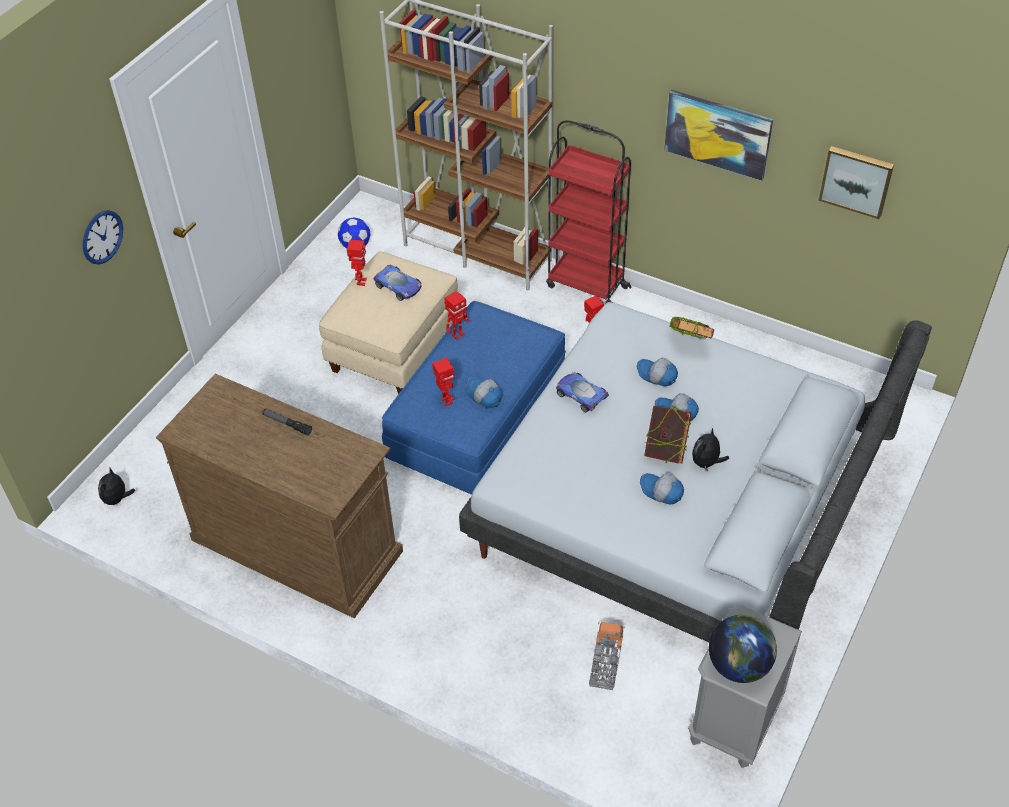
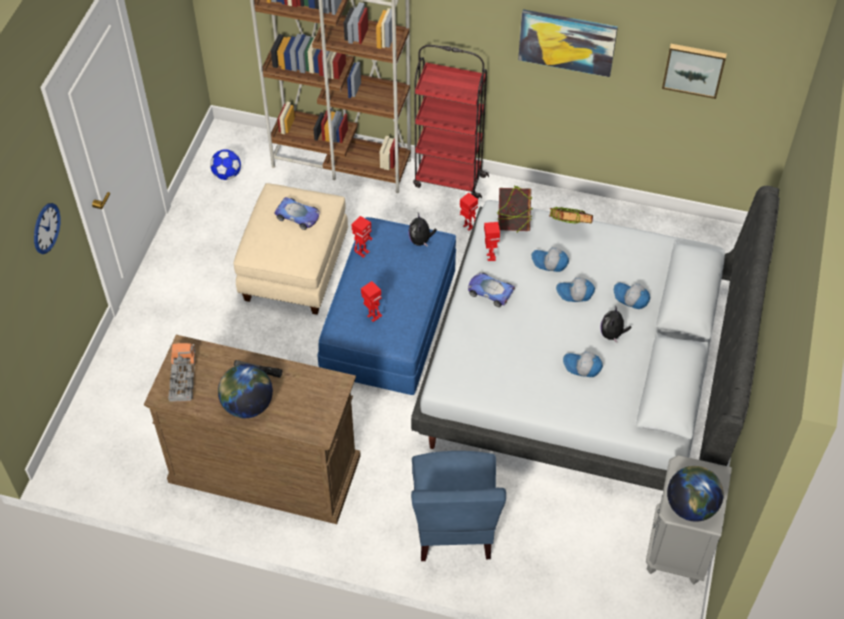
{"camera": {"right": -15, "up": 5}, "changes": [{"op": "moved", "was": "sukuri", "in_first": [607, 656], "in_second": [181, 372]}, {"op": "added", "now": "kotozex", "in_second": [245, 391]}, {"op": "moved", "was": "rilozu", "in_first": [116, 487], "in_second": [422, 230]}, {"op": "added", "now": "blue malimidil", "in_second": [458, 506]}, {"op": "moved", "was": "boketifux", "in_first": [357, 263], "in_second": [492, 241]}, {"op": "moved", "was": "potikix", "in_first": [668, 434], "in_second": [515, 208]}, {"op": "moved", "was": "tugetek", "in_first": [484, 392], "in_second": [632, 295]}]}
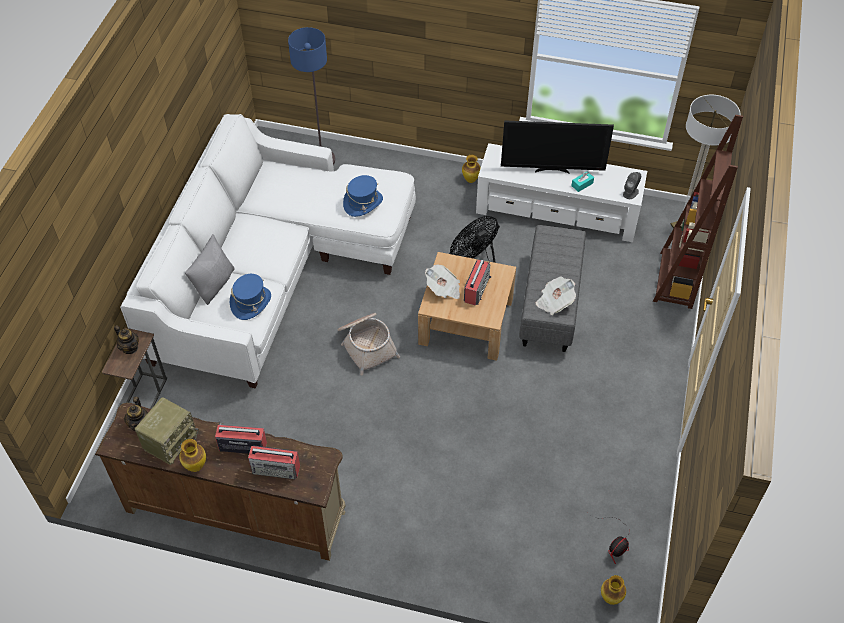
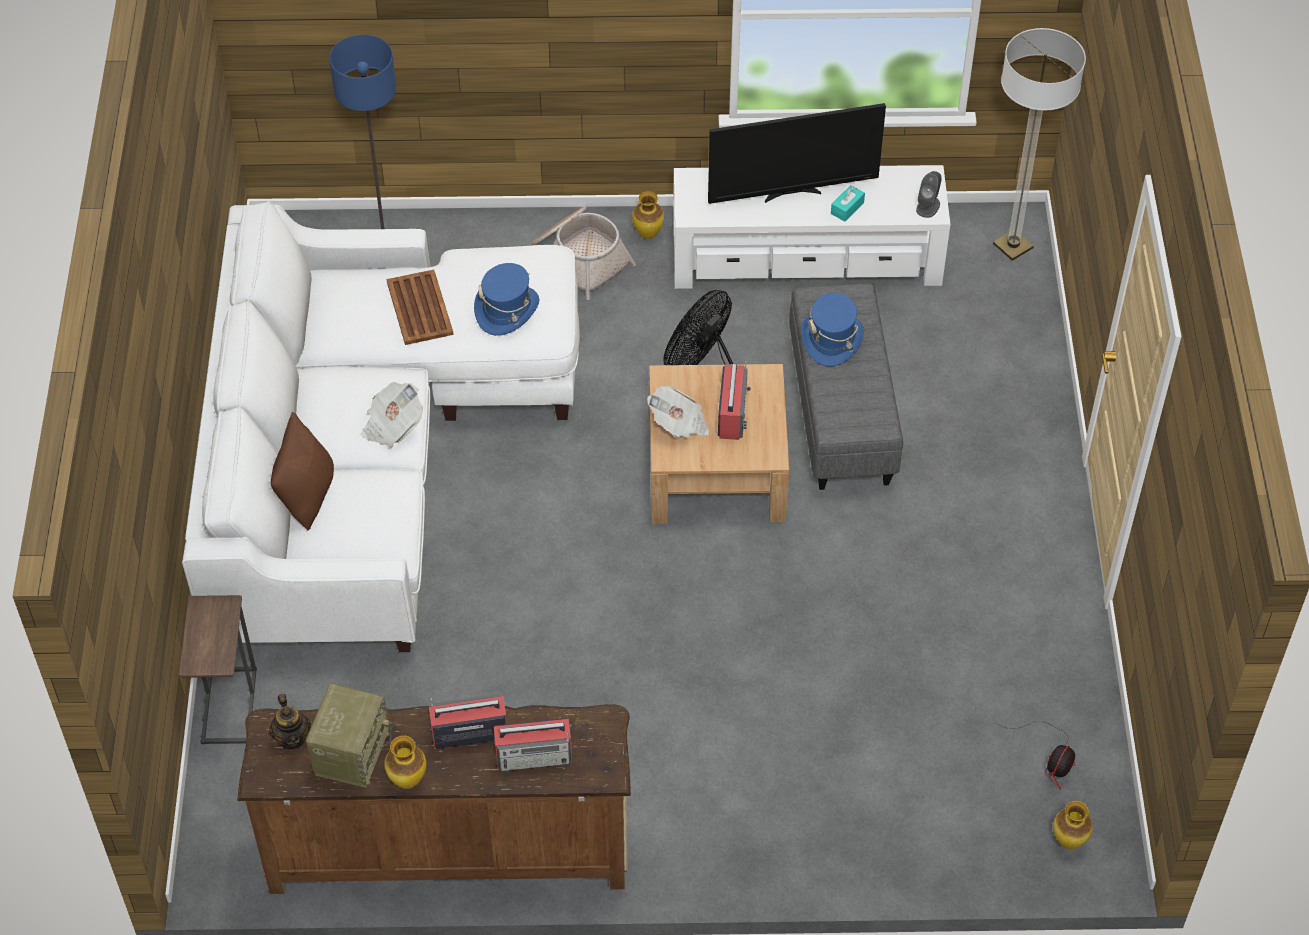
{"camera": {"right": -15, "up": 0}, "changes": [{"op": "recoloured", "was": "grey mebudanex", "now": "brown mebudanex", "in_first": [210, 269], "in_second": [302, 471]}, {"op": "moved", "was": "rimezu", "in_first": [556, 295], "in_second": [392, 415]}, {"op": "added", "now": "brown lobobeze", "in_second": [420, 307]}, {"op": "moved", "was": "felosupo", "in_first": [369, 344], "in_second": [584, 253]}, {"op": "moved", "was": "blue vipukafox", "in_first": [250, 297], "in_second": [832, 330]}, {"op": "removed", "was": "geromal", "in_first": [126, 339]}, {"op": "removed", "was": "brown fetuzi", "in_first": [698, 212]}]}
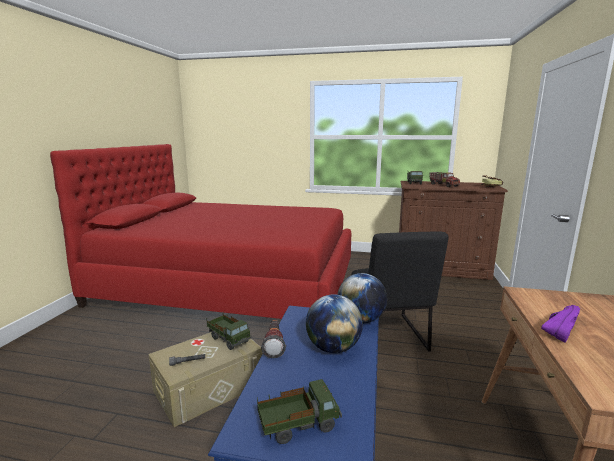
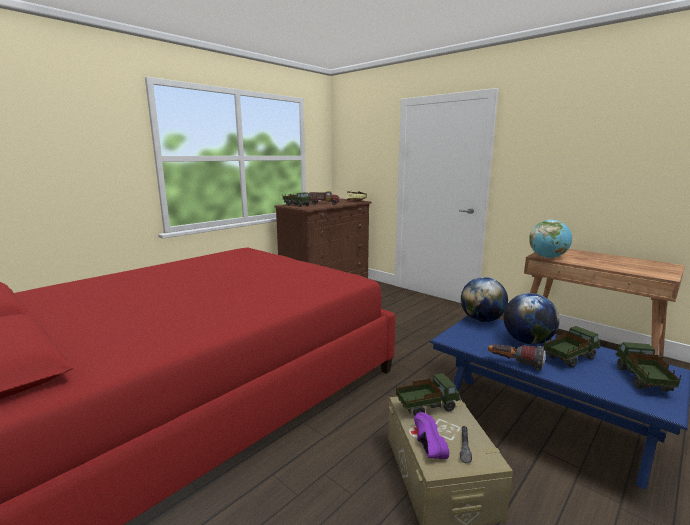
{"camera": {"right": -60, "up": 0}, "changes": [{"op": "moved", "was": "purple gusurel", "in_first": [560, 324], "in_second": [431, 435]}, {"op": "added", "now": "kotozex", "in_second": [550, 238]}, {"op": "added", "now": "sukuri", "in_second": [572, 347]}, {"op": "removed", "was": "black malimidil", "in_first": [399, 292]}]}
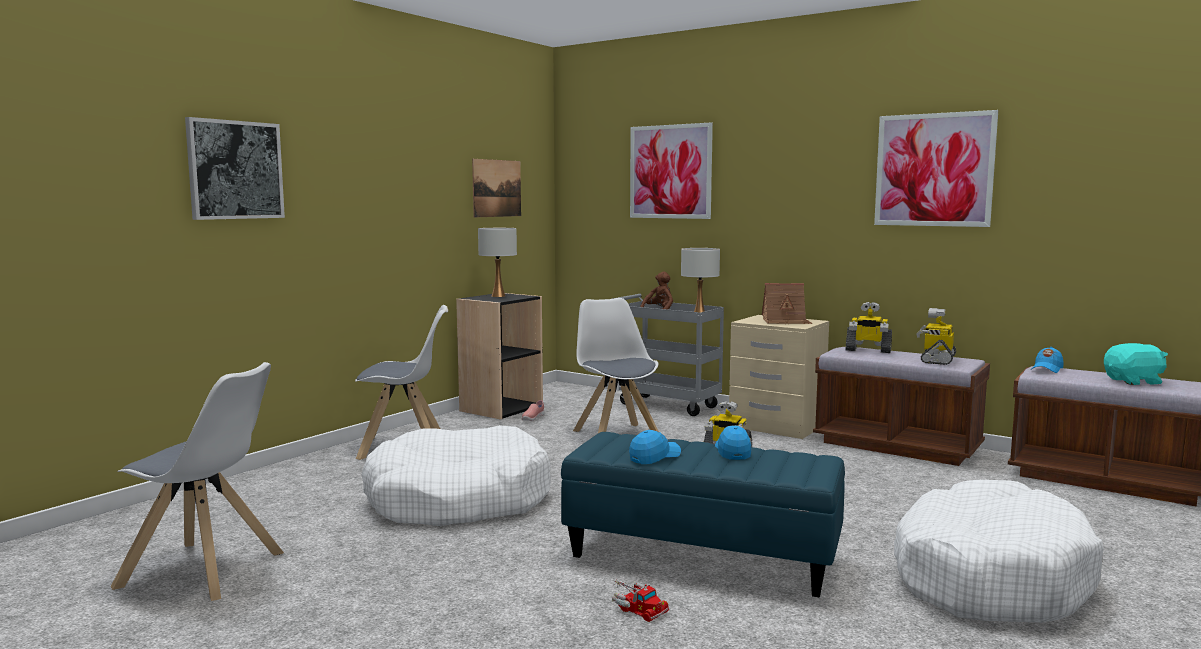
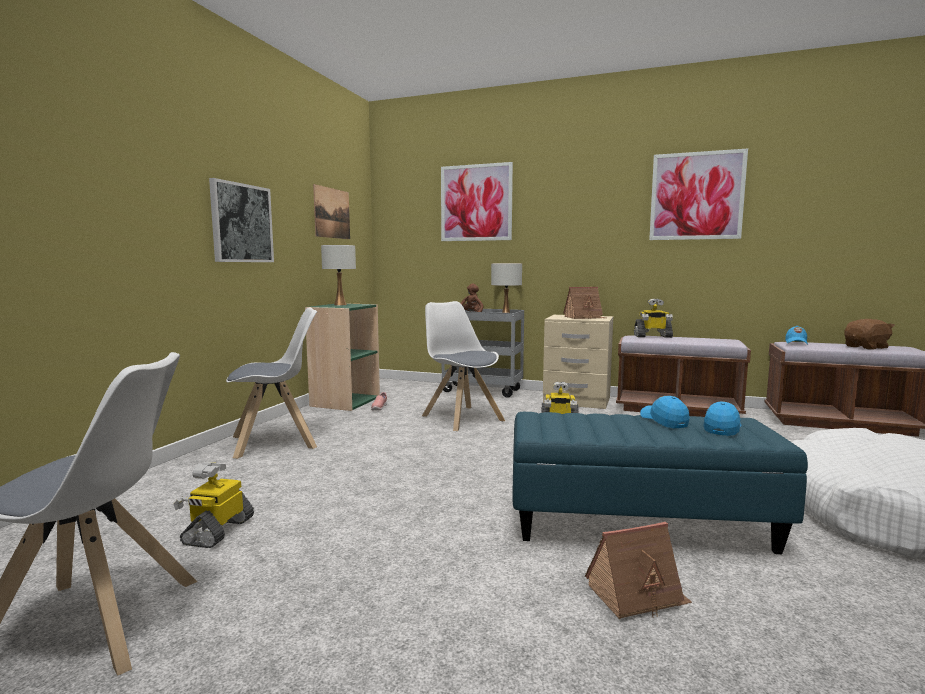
{"camera": {"right": -15, "up": 0}, "changes": [{"op": "moved", "was": "boketifux", "in_first": [936, 336], "in_second": [214, 505]}, {"op": "moved", "was": "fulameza", "in_first": [235, 168], "in_second": [241, 220]}, {"op": "recoloured", "was": "black fetuzi", "now": "green fetuzi", "in_first": [499, 356], "in_second": [342, 357]}, {"op": "replaced", "was": "sukuri", "now": "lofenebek", "in_first": [640, 600], "in_second": [638, 570]}, {"op": "moved", "was": "blue tugetek", "in_first": [655, 447], "in_second": [723, 418]}, {"op": "recoloured", "was": "turquoise rilozu", "now": "brown rilozu", "in_first": [1136, 364], "in_second": [869, 334]}, {"op": "removed", "was": "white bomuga", "in_first": [456, 475]}]}
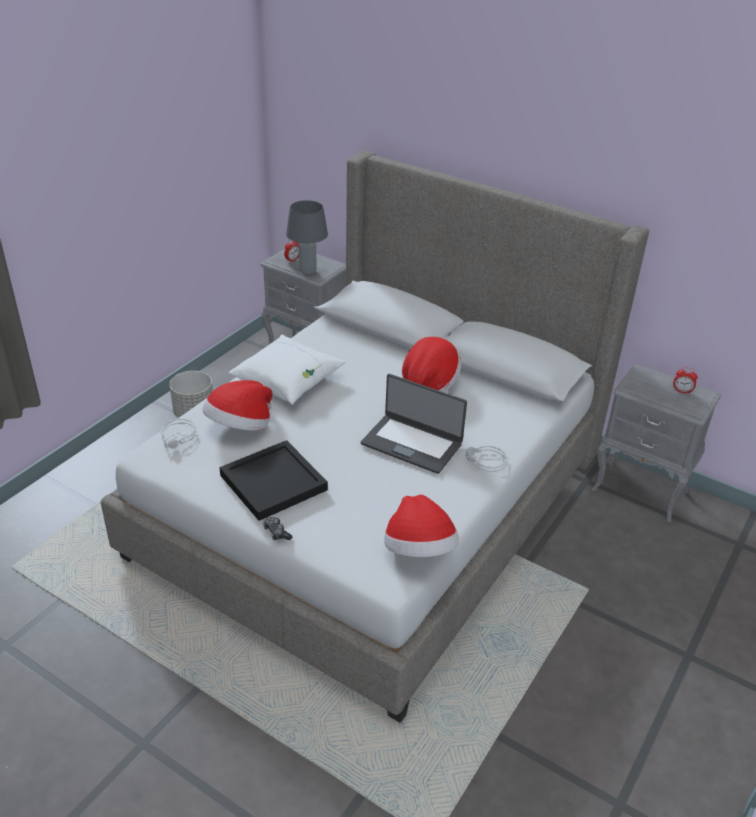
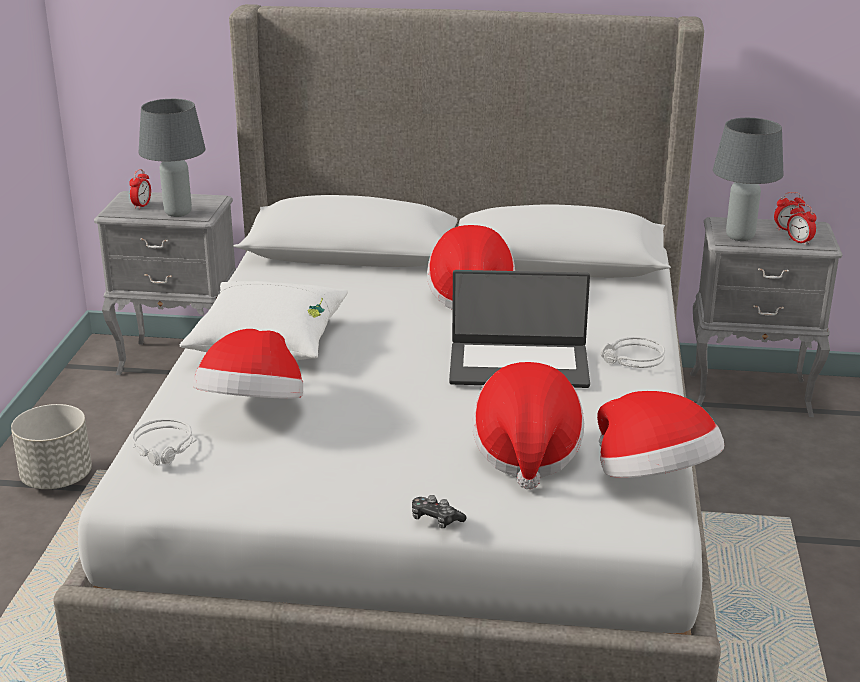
{"camera": {"right": -25, "up": -10}, "changes": [{"op": "added", "now": "vipukafox", "in_second": [528, 425]}, {"op": "added", "now": "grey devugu", "in_second": [748, 179]}, {"op": "added", "now": "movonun", "in_second": [802, 224]}, {"op": "removed", "was": "black lobobeze", "in_first": [273, 480]}]}
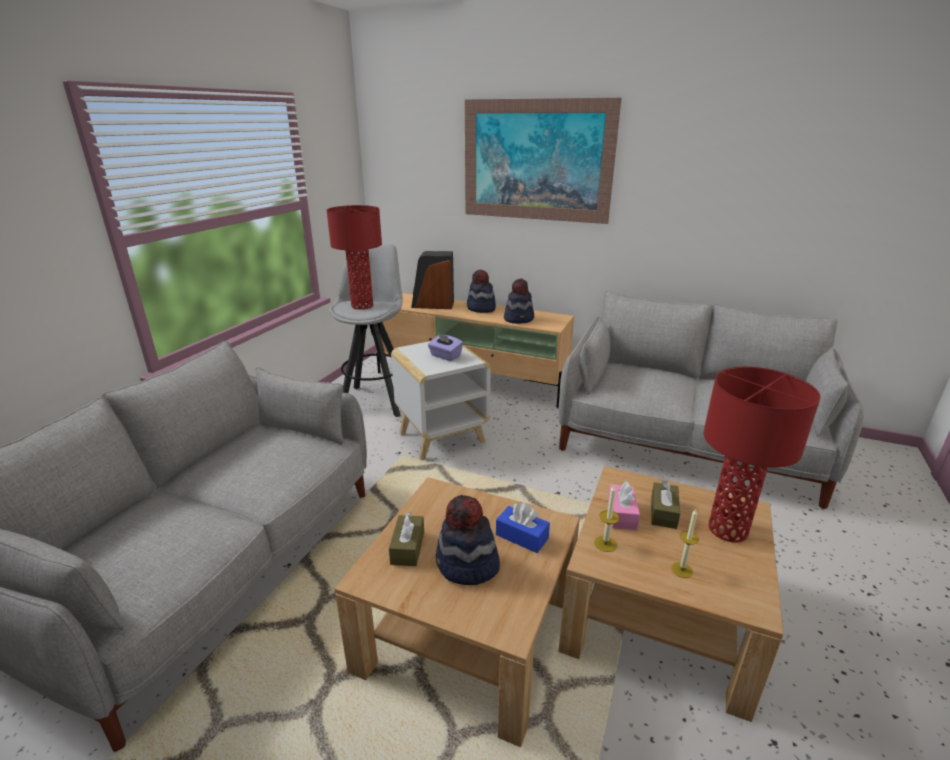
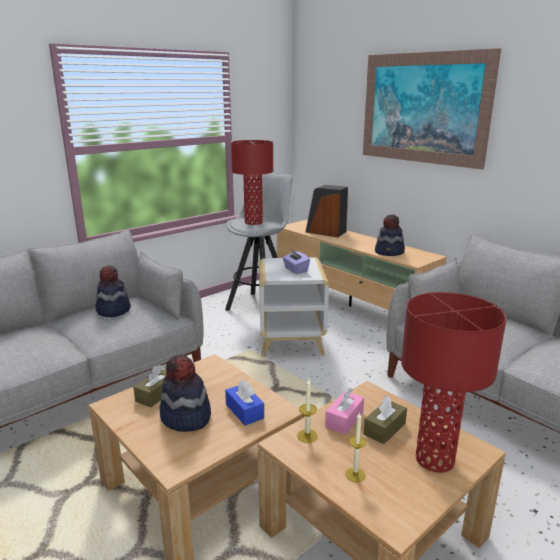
{"camera": {"right": 25, "up": -5}, "changes": [{"op": "moved", "was": "vipukafox", "in_first": [481, 291], "in_second": [113, 291]}]}
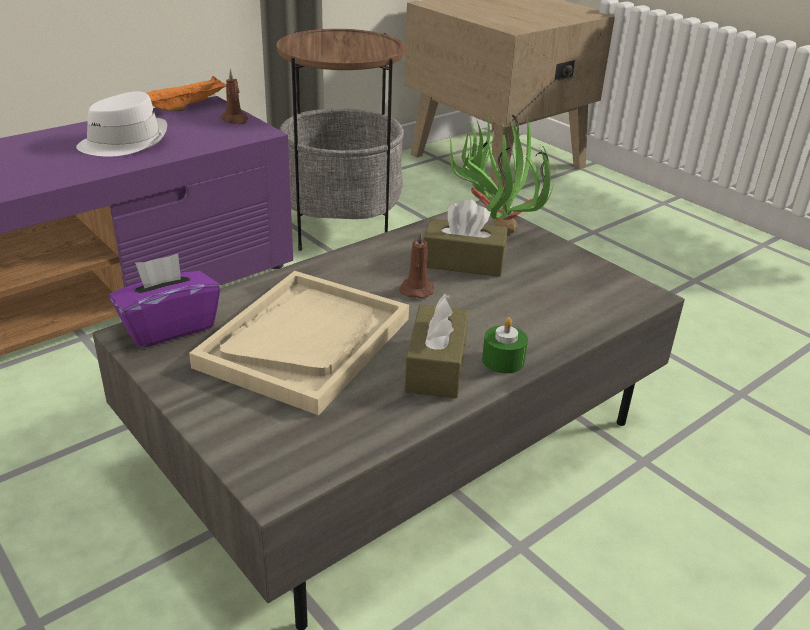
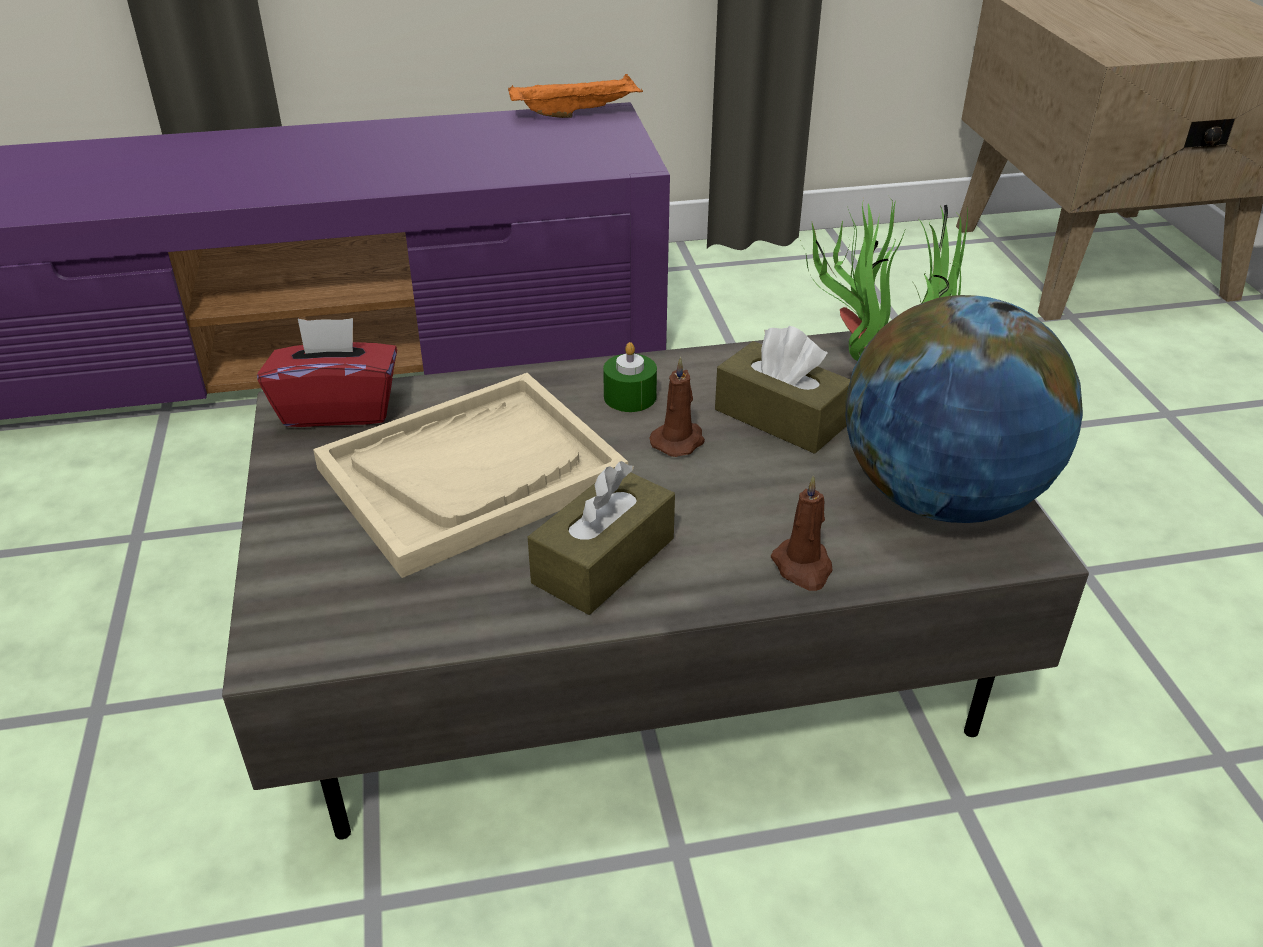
{"camera": {"right": 30, "up": 5}, "changes": [{"op": "recoloured", "was": "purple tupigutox", "now": "red tupigutox", "in_first": [165, 301], "in_second": [327, 372]}, {"op": "moved", "was": "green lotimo", "in_first": [505, 345], "in_second": [630, 377]}, {"op": "moved", "was": "brown lotimo", "in_first": [234, 96], "in_second": [802, 533]}, {"op": "added", "now": "kotozex", "in_second": [964, 409]}, {"op": "removed", "was": "white vipukafox", "in_first": [121, 124]}, {"op": "removed", "was": "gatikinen", "in_first": [341, 140]}]}
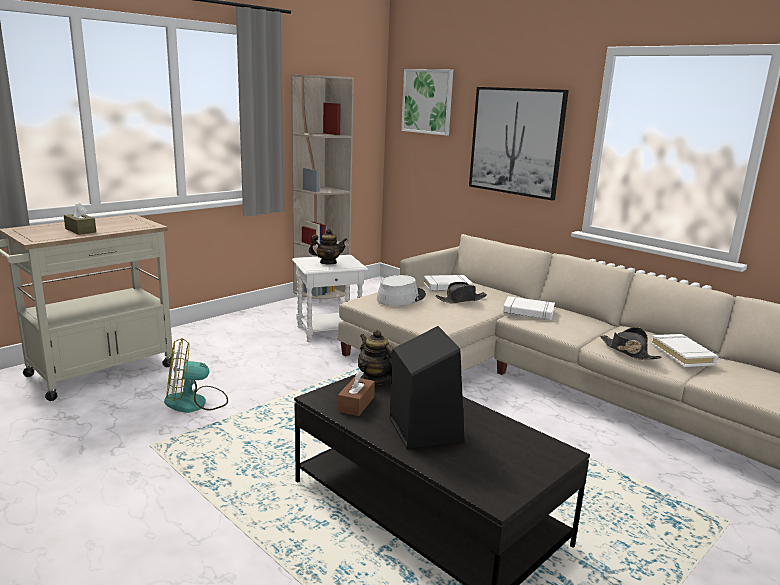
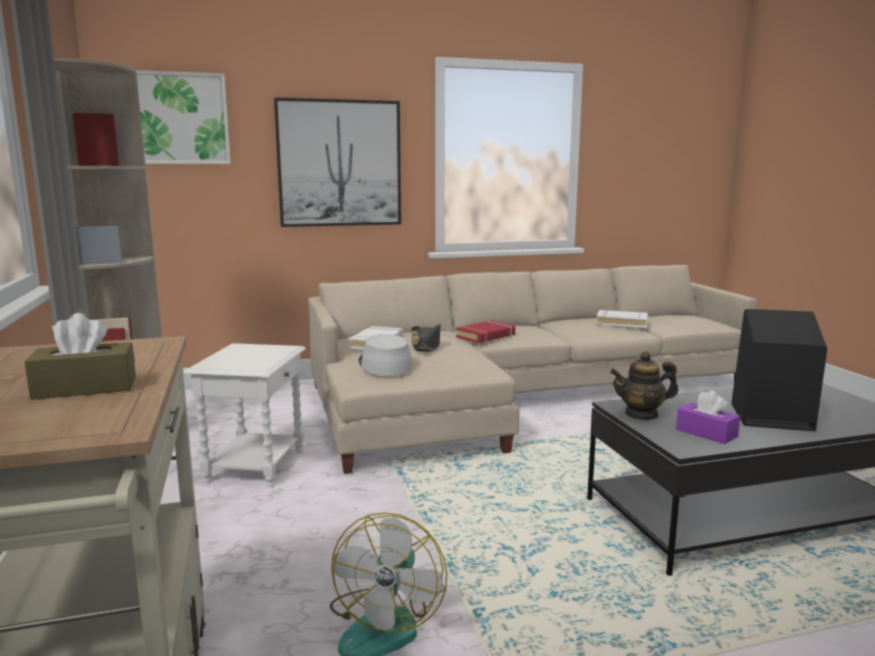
{"camera": {"right": -60, "up": -5}, "changes": [{"op": "recoloured", "was": "white potikix", "now": "red potikix", "in_first": [529, 308], "in_second": [485, 331]}, {"op": "recoloured", "was": "brown tupigutox", "now": "purple tupigutox", "in_first": [356, 393], "in_second": [708, 417]}, {"op": "removed", "was": "geromal", "in_first": [328, 246]}, {"op": "removed", "was": "black vipukafox", "in_first": [631, 343]}]}
